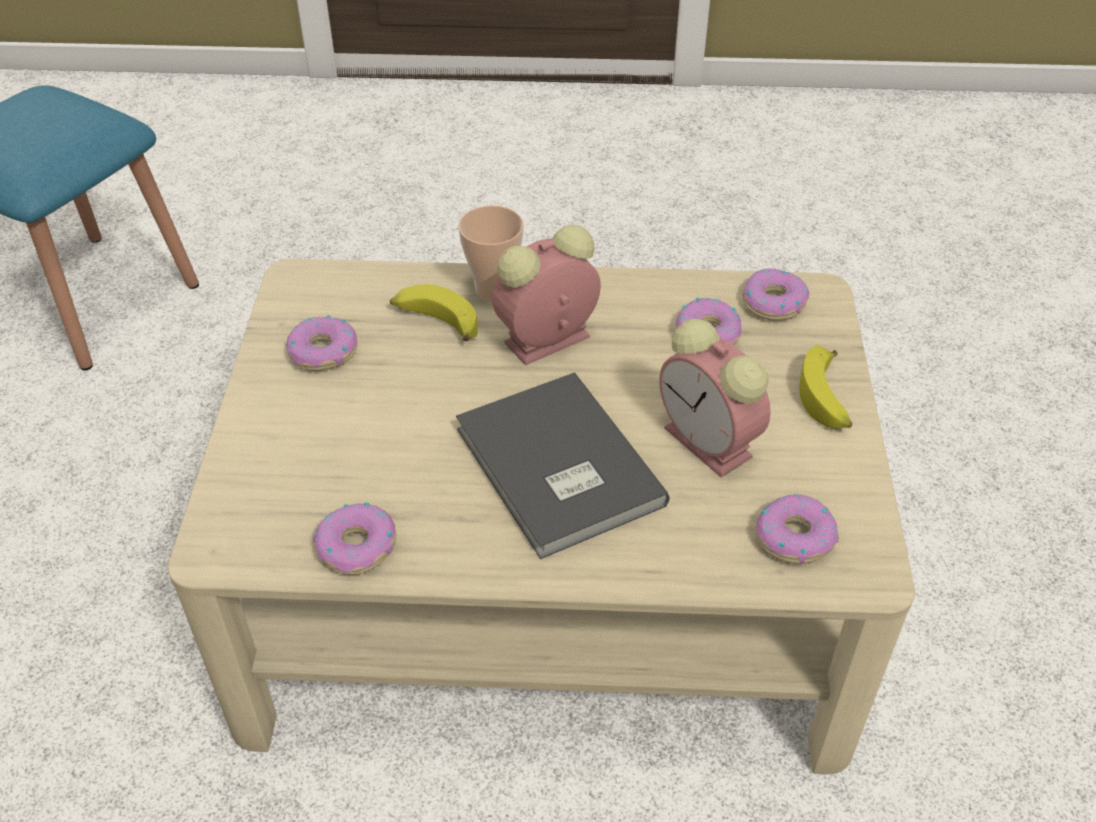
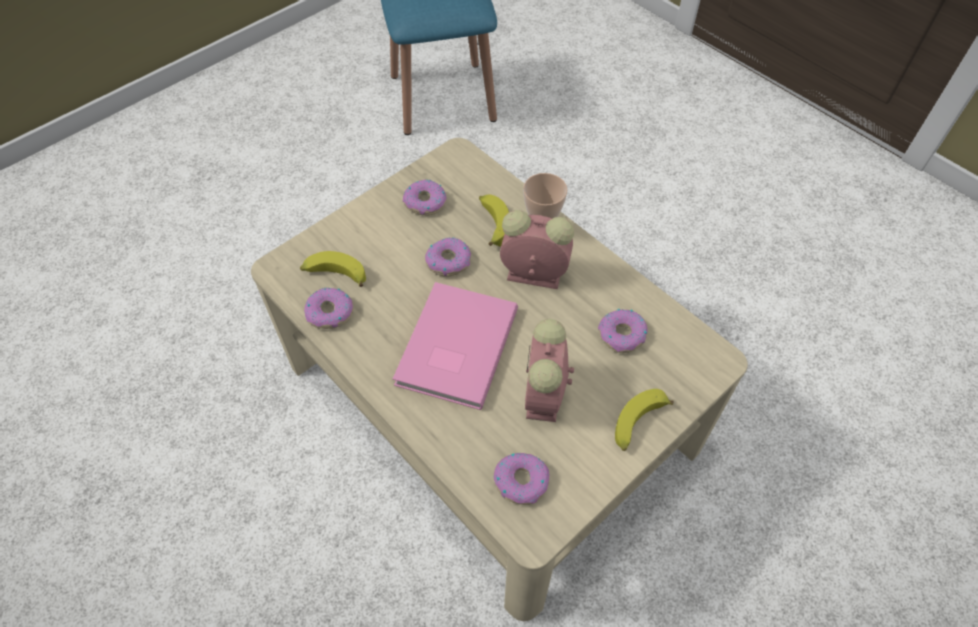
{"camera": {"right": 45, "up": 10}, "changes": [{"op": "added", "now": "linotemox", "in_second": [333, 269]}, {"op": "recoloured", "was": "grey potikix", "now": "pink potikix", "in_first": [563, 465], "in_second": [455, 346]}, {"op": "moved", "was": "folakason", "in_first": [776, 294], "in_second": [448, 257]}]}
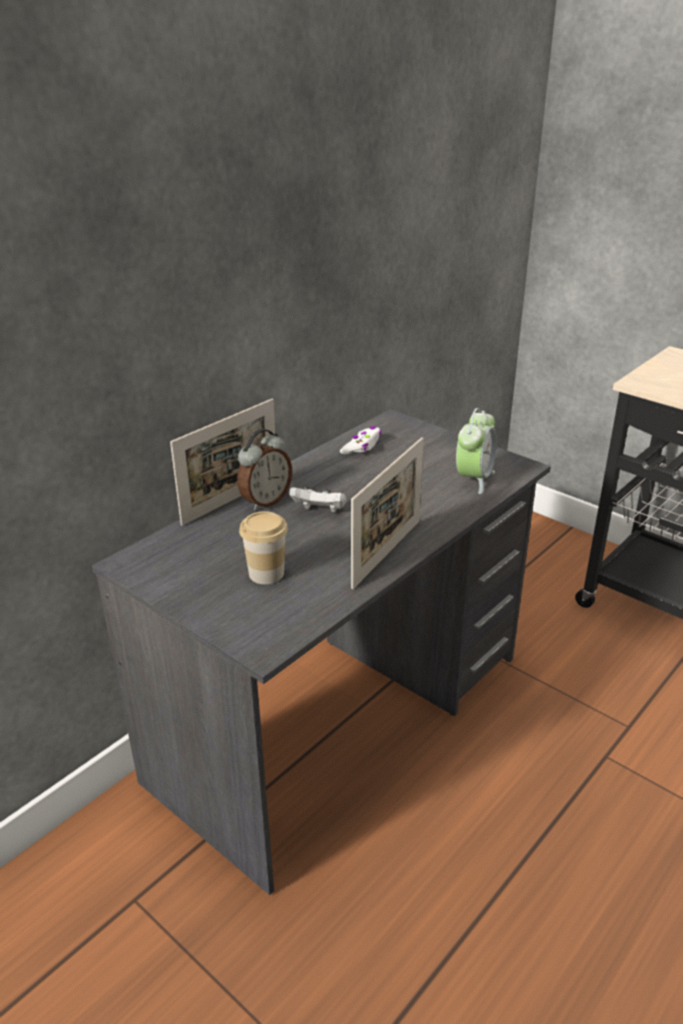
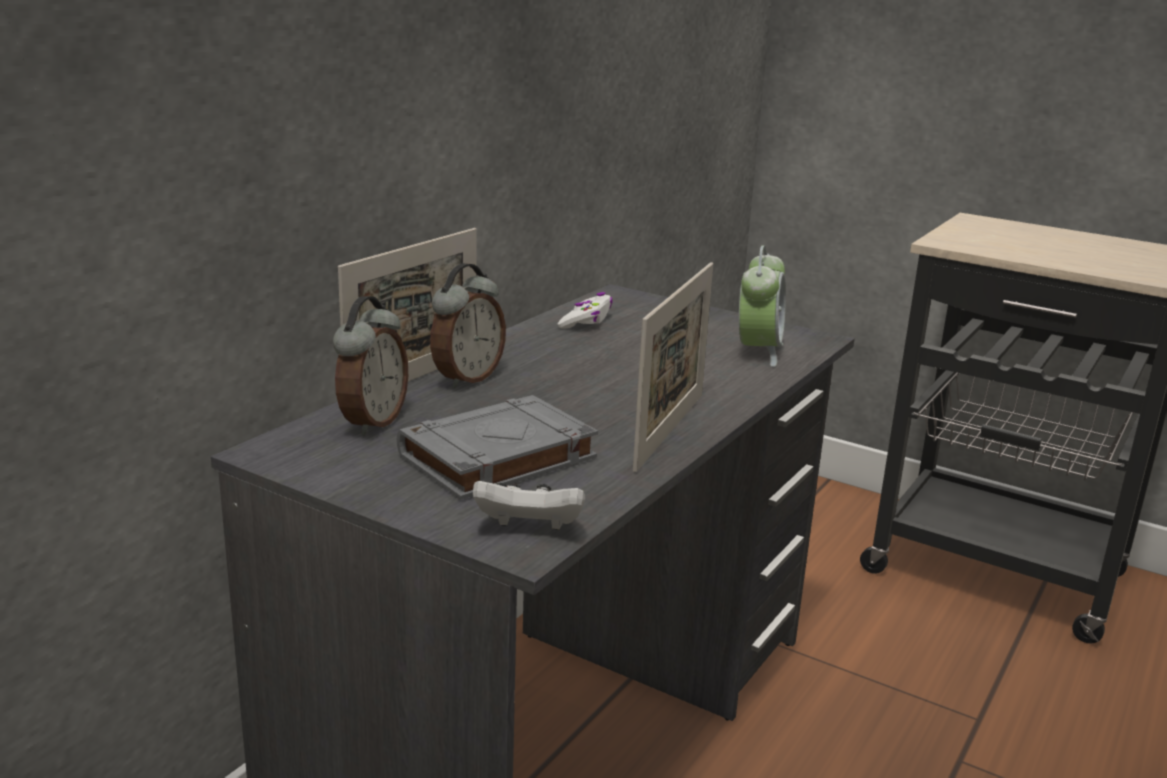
{"camera": {"right": -10, "up": -10}, "changes": [{"op": "added", "now": "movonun", "in_second": [370, 366]}, {"op": "replaced", "was": "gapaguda", "now": "grey potikix", "in_first": [263, 547], "in_second": [497, 447]}, {"op": "moved", "was": "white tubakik", "in_first": [317, 499], "in_second": [529, 505]}]}
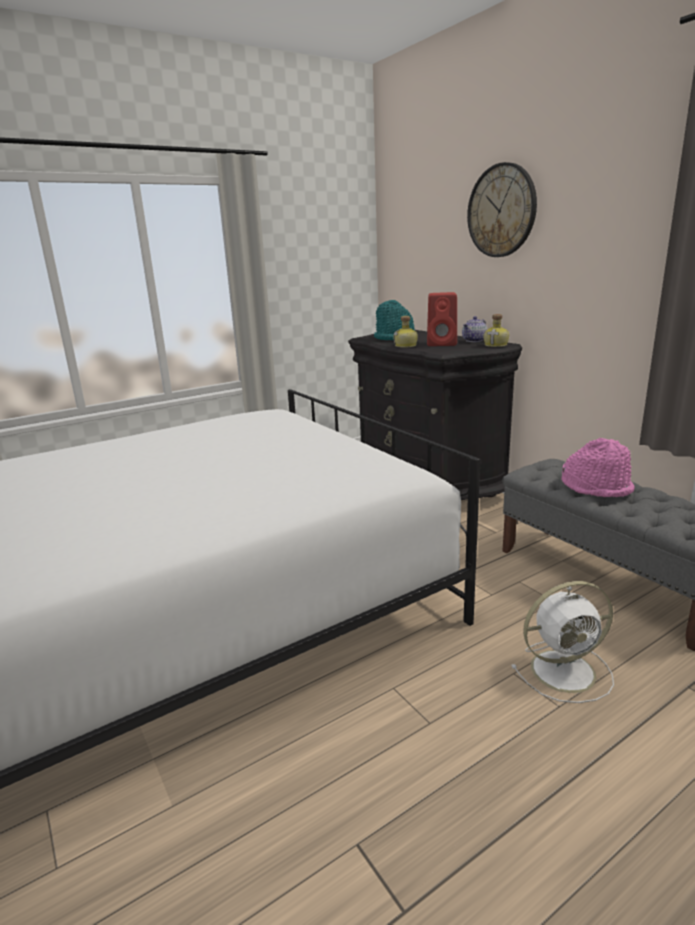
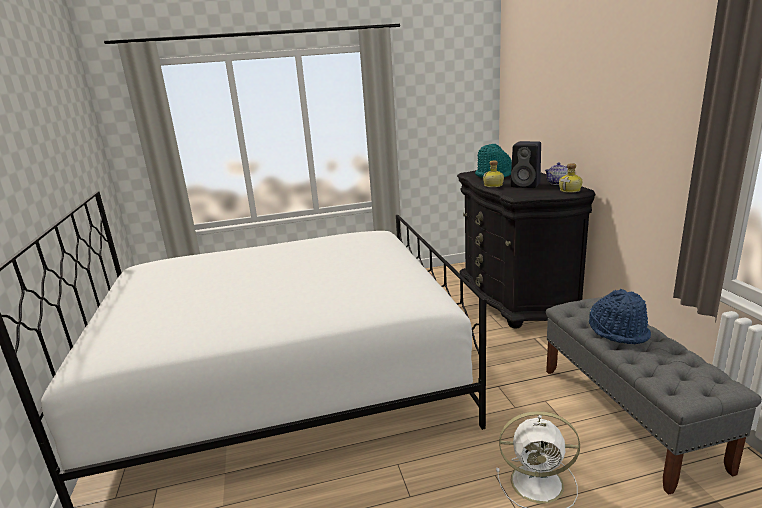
{"camera": {"right": 20, "up": 0}, "changes": [{"op": "recoloured", "was": "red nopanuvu", "now": "black nopanuvu", "in_first": [442, 319], "in_second": [526, 164]}, {"op": "recoloured", "was": "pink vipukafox", "now": "blue vipukafox", "in_first": [598, 467], "in_second": [620, 316]}, {"op": "removed", "was": "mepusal", "in_first": [502, 209]}]}
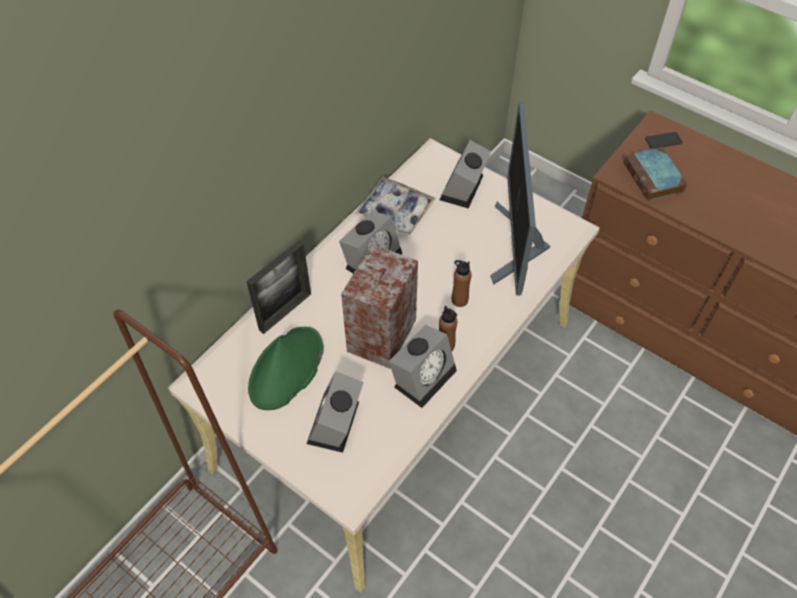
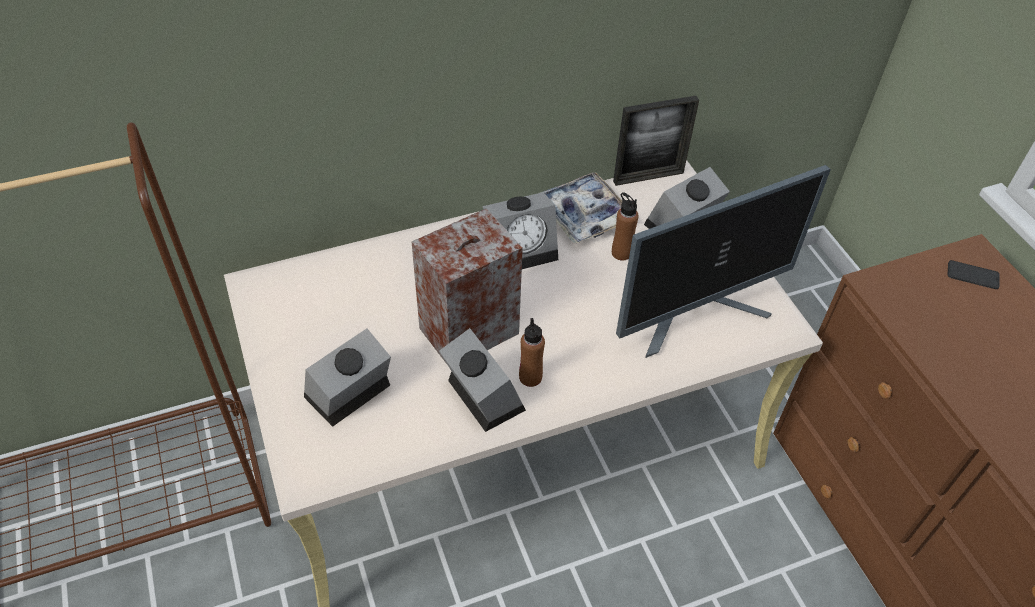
{"camera": {"right": 30, "up": -5}, "changes": [{"op": "turned", "was": "movonun", "in_first": [423, 366], "in_second": [482, 380], "clockwise": -105}, {"op": "moved", "was": "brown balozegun", "in_first": [461, 283], "in_second": [625, 226]}, {"op": "moved", "was": "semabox", "in_first": [278, 287], "in_second": [656, 141]}, {"op": "turned", "was": "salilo", "in_first": [520, 199], "in_second": [723, 261], "clockwise": -150}, {"op": "removed", "was": "green vipukafox", "in_first": [285, 368]}, {"op": "removed", "was": "potikix", "in_first": [655, 174]}]}
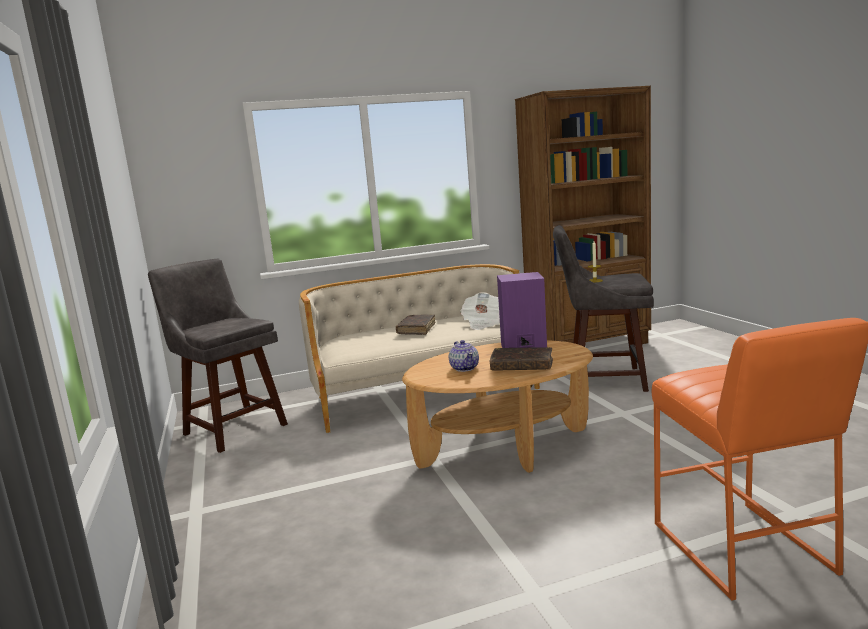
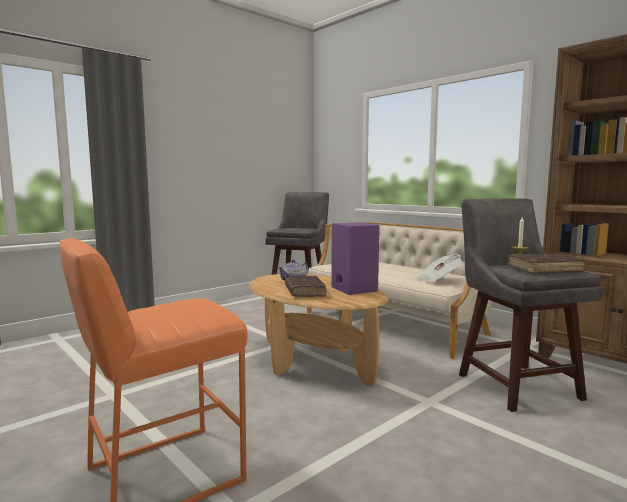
{"camera": {"right": 65, "up": -5}, "changes": [{"op": "moved", "was": "brown potikix", "in_first": [415, 324], "in_second": [546, 263]}]}
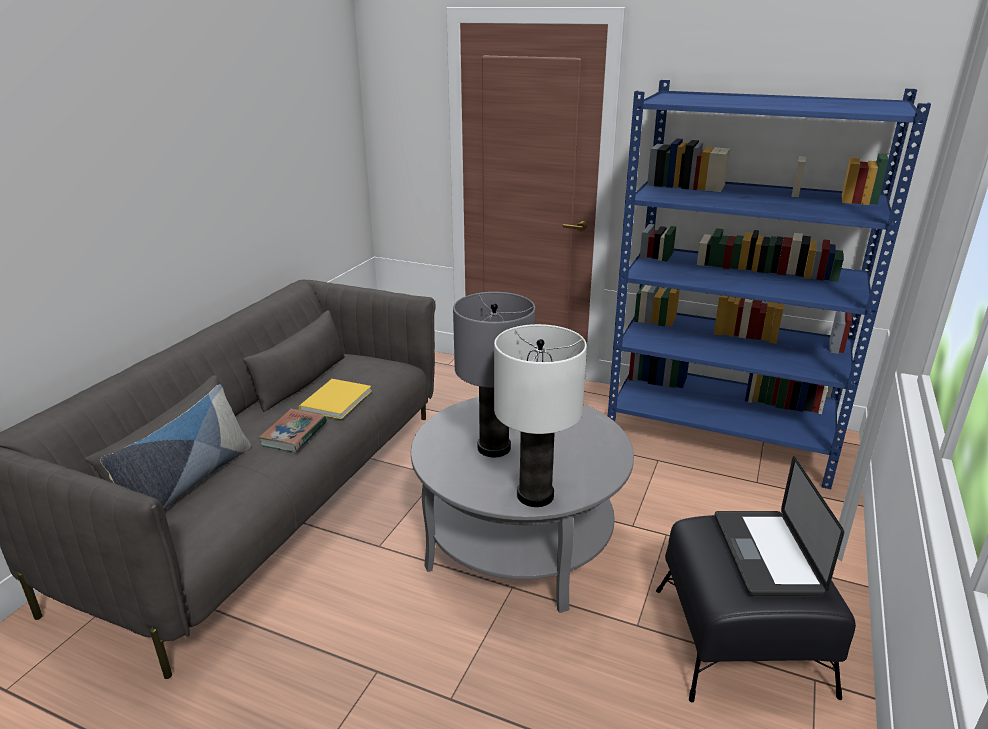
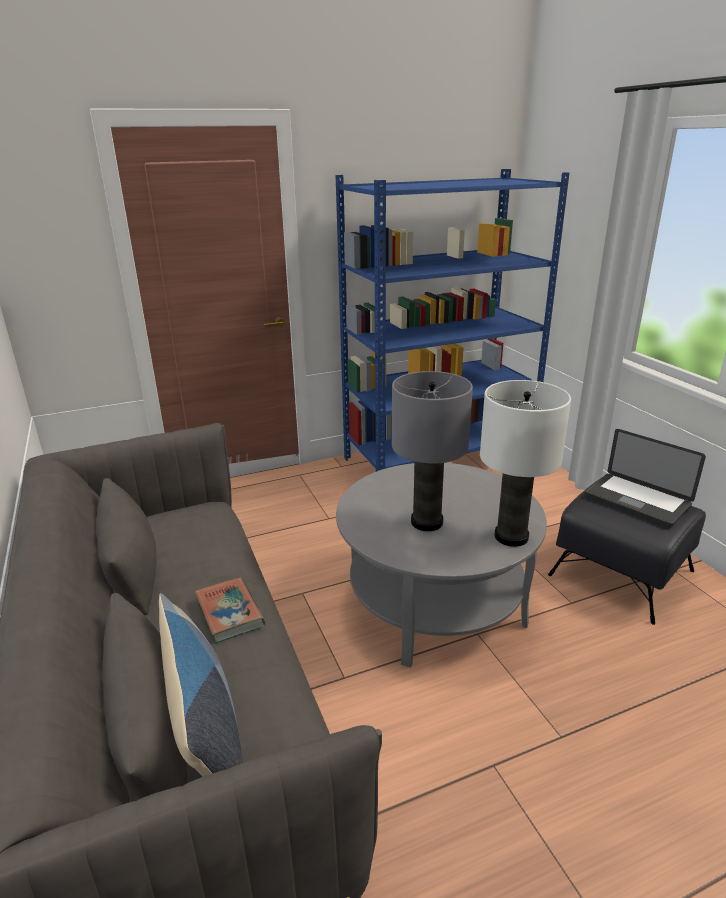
{"camera": {"right": -45, "up": 0}, "changes": [{"op": "removed", "was": "yellow potikix", "in_first": [334, 399]}]}
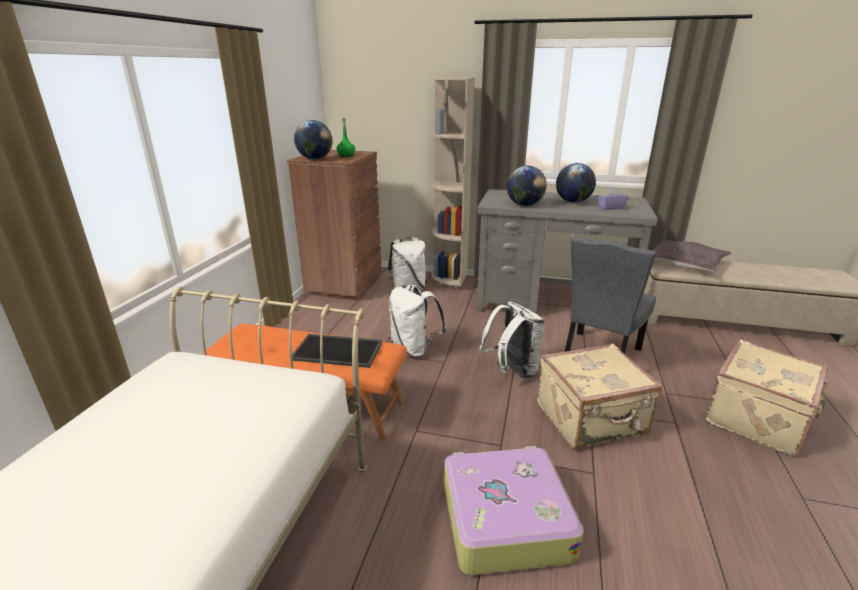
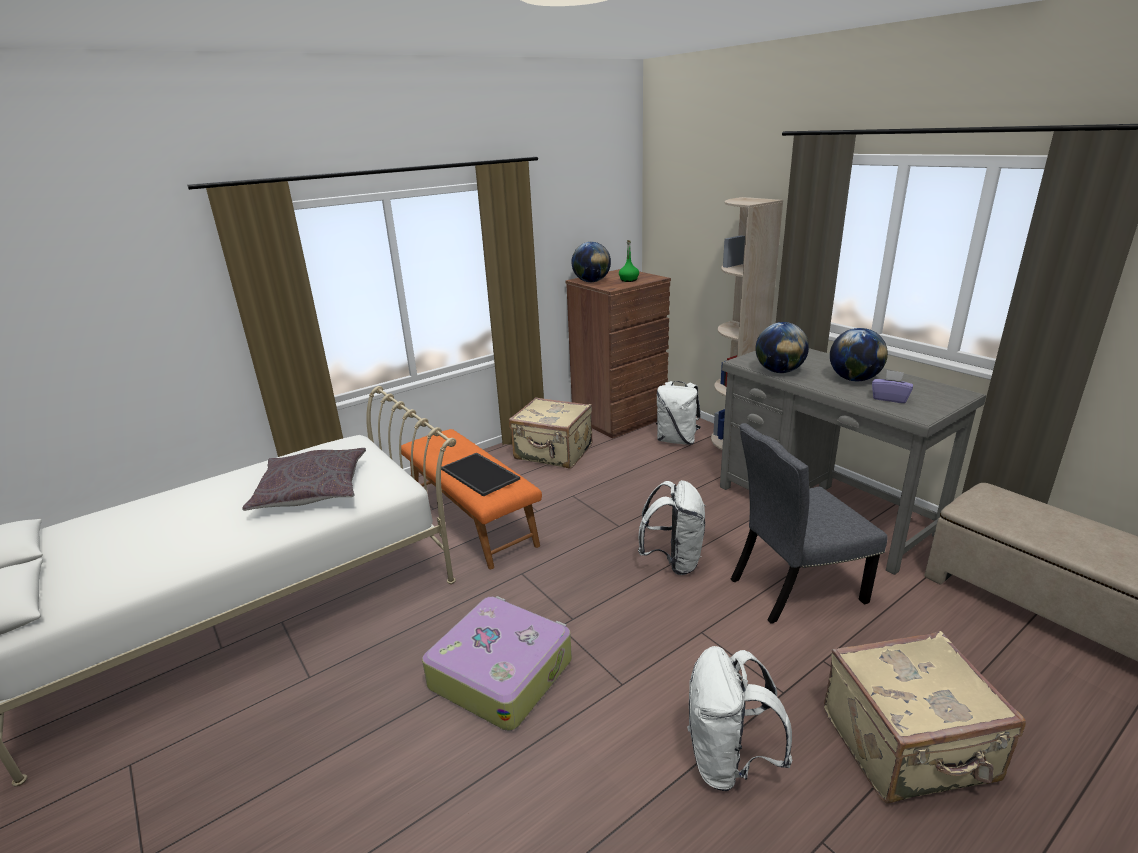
{"camera": {"right": 40, "up": 0}, "changes": [{"op": "moved", "was": "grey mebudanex", "in_first": [691, 256], "in_second": [304, 479]}, {"op": "moved", "was": "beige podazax", "in_first": [599, 396], "in_second": [550, 432]}, {"op": "moved", "was": "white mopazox", "in_first": [418, 321], "in_second": [739, 718]}]}
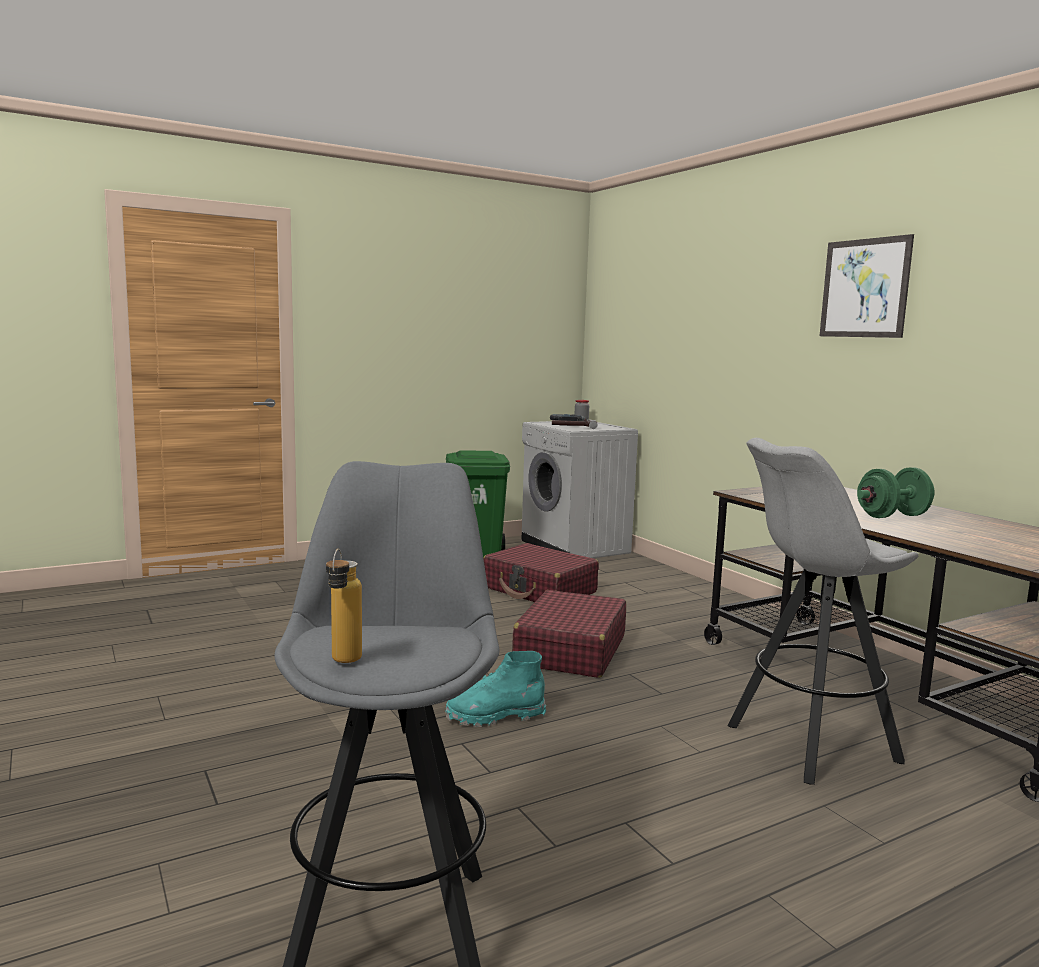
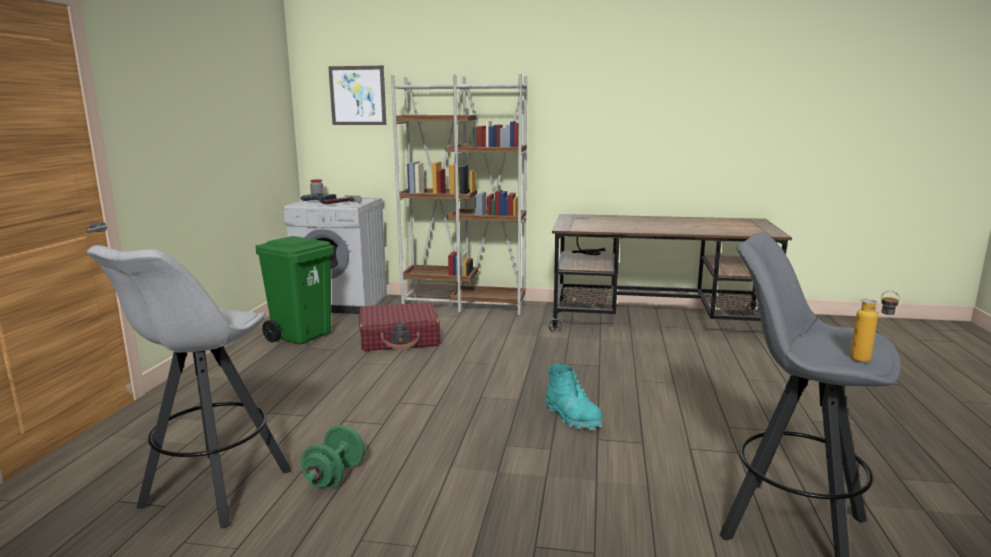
{"camera": {"right": -50, "up": 5}, "changes": [{"op": "moved", "was": "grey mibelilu", "in_first": [823, 611], "in_second": [189, 386]}, {"op": "moved", "was": "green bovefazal", "in_first": [896, 492], "in_second": [333, 457]}, {"op": "moved", "was": "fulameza", "in_first": [867, 286], "in_second": [357, 95]}, {"op": "added", "now": "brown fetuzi", "in_second": [459, 194]}, {"op": "turned", "was": "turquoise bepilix", "in_first": [496, 689], "in_second": [574, 397], "clockwise": -60}, {"op": "removed", "was": "red podazax", "in_first": [569, 634]}]}
